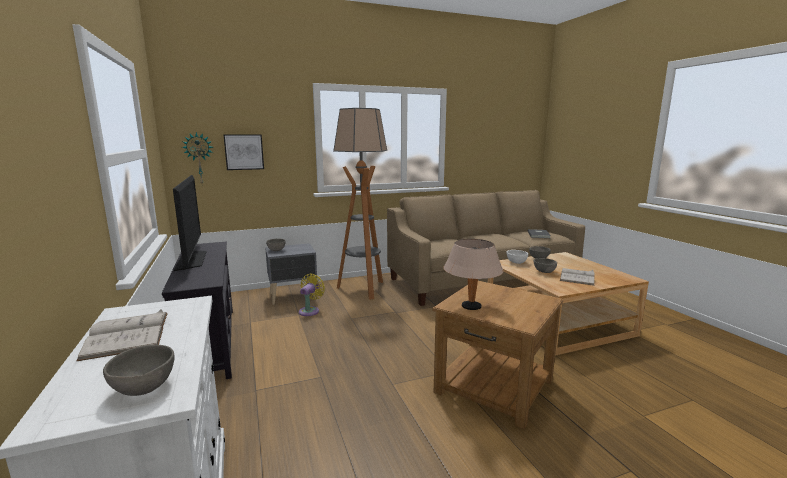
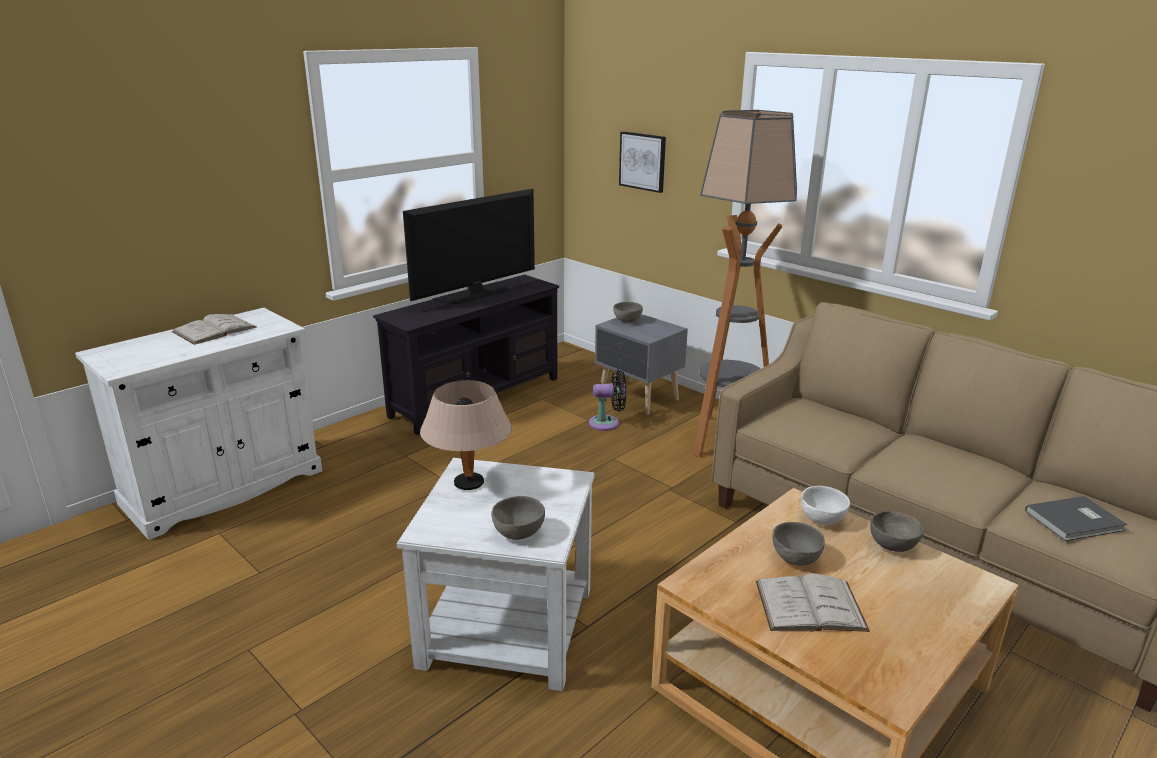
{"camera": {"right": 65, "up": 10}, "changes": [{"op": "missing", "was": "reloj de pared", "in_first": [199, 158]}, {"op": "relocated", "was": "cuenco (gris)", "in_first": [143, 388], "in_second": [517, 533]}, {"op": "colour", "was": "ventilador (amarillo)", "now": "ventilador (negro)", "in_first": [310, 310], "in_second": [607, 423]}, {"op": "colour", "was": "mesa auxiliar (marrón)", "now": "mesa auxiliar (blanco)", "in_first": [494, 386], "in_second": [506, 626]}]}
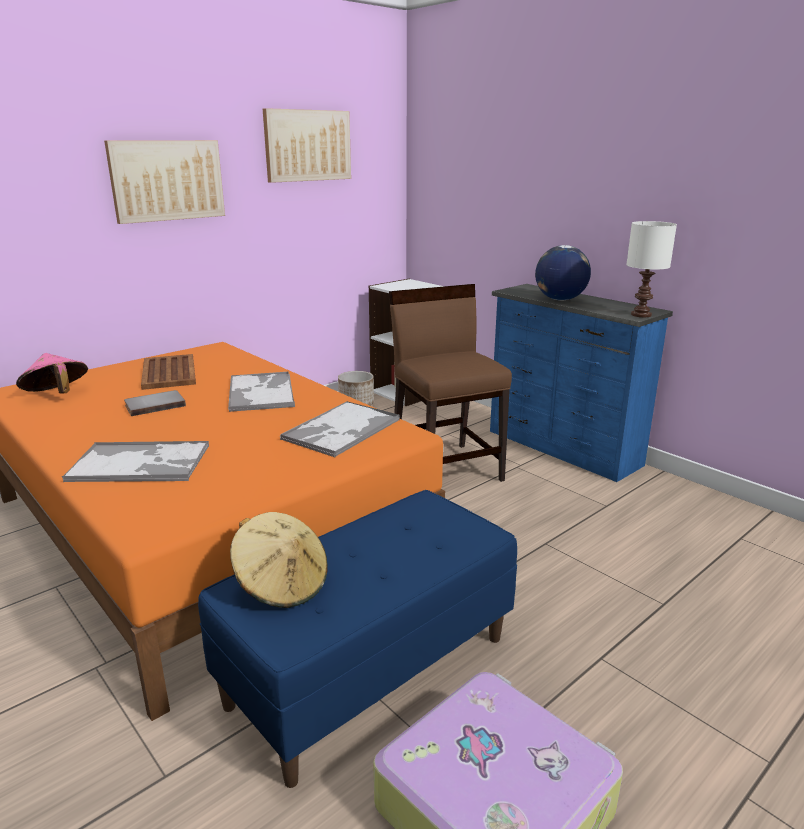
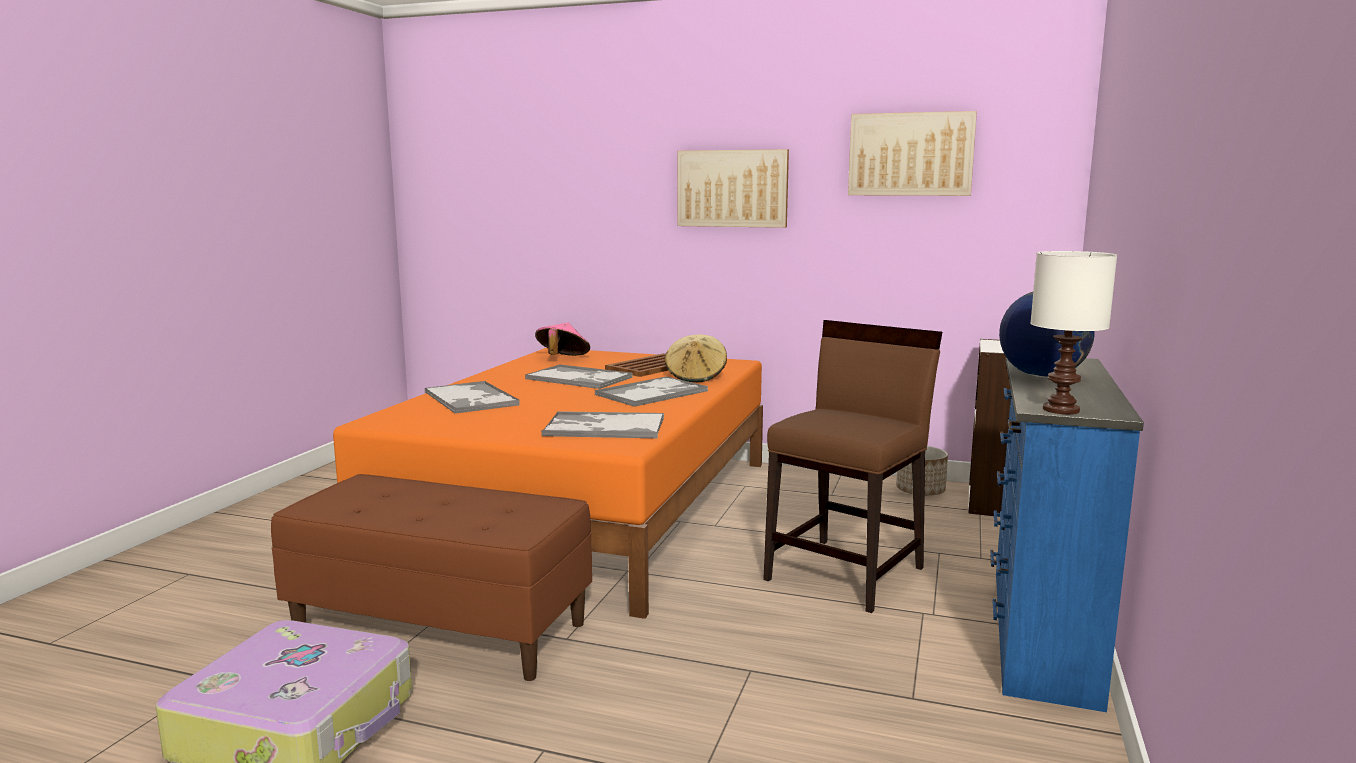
{"camera": {"right": 60, "up": -10}, "changes": [{"op": "relocated", "was": "sombrero (beis)", "in_first": [282, 584], "in_second": [696, 377]}, {"op": "exchanged", "was": "libro (gris)", "now": "bandeja", "in_first": [154, 405], "in_second": [579, 378]}, {"op": "colour", "was": "banco (azul)", "now": "banco (marrón)", "in_first": [370, 669], "in_second": [442, 628]}]}
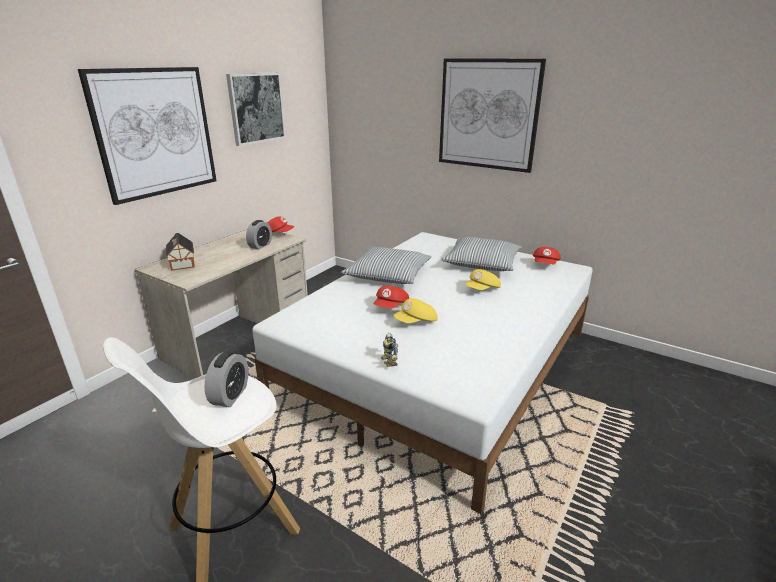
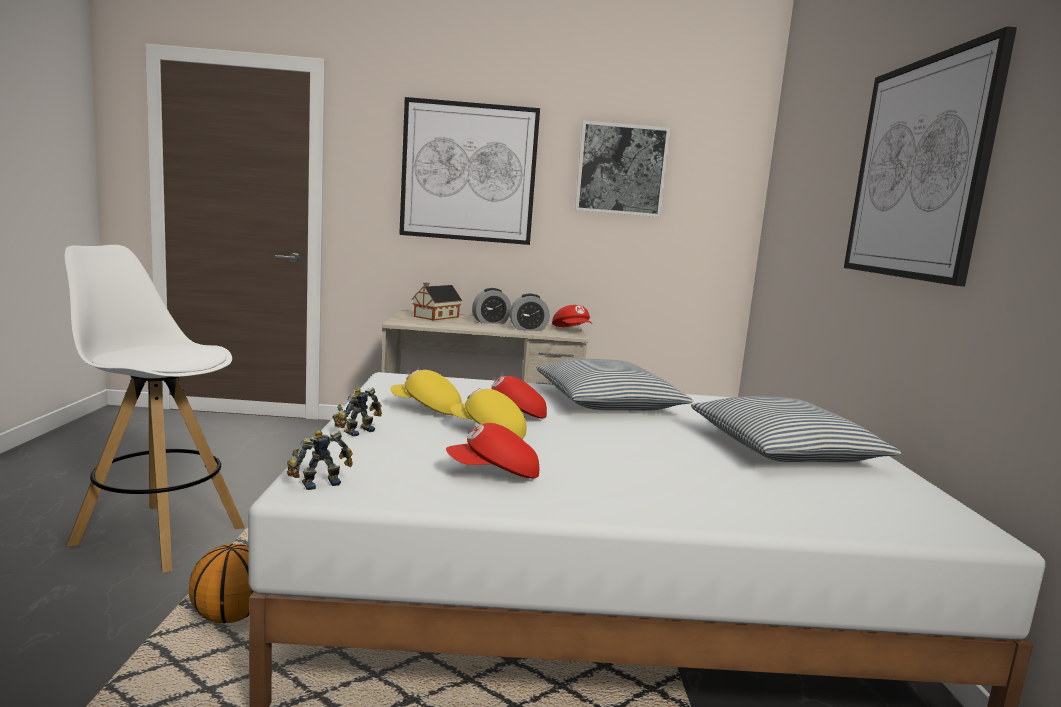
{"camera": {"right": 55, "up": -15}, "changes": [{"op": "appeared", "now": "balón de baloncesto", "in_second": [230, 615]}, {"op": "appeared", "now": "robot de juguete", "in_second": [319, 482]}, {"op": "relocated", "was": "despertador", "in_first": [230, 395], "in_second": [490, 322]}, {"op": "relocated", "was": "gorra (amarillo)", "in_first": [482, 290], "in_second": [426, 409]}, {"op": "relocated", "was": "gorra (rojo)", "in_first": [545, 265], "in_second": [494, 474]}]}
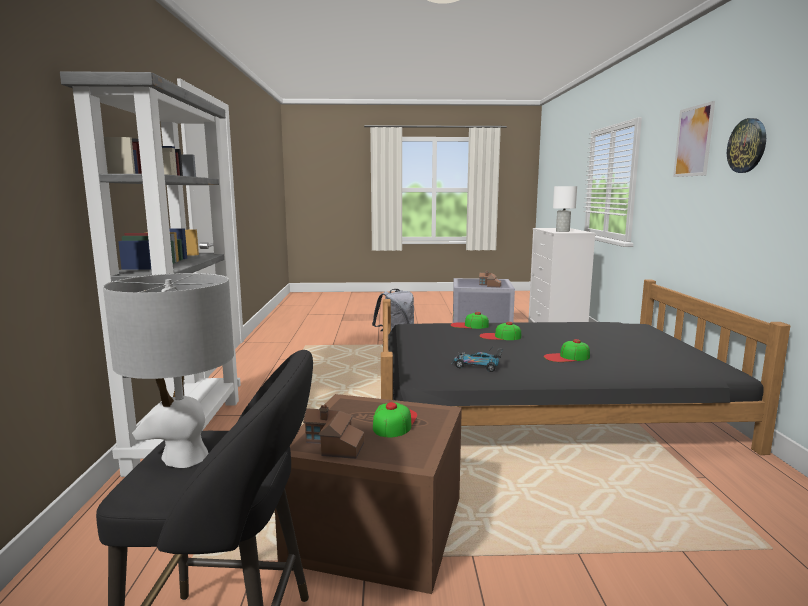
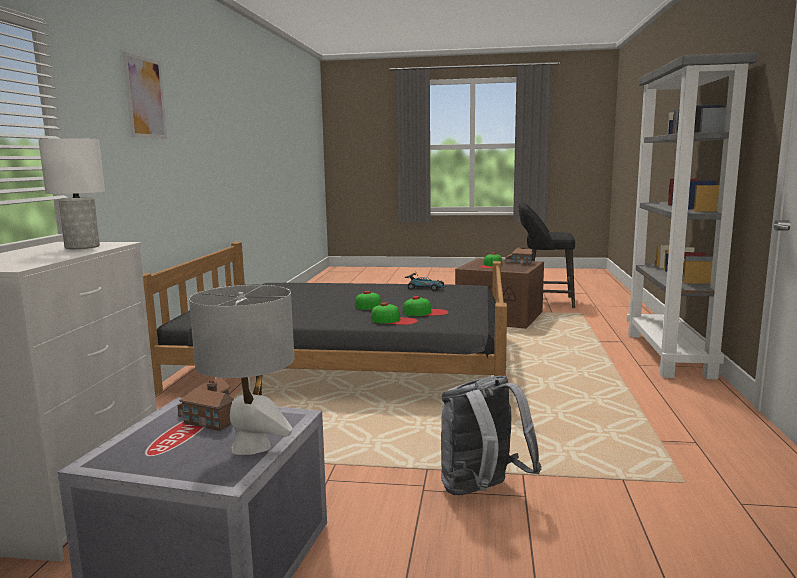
{"camera": {"right": -170, "up": 0}, "changes": [{"op": "missing", "was": "reloj de pared", "in_first": [747, 145]}, {"op": "relocated", "was": "lámpara de mesa (gris)", "in_first": [185, 457], "in_second": [251, 446]}, {"op": "relocated", "was": "gorra", "in_first": [567, 357], "in_second": [425, 312]}]}
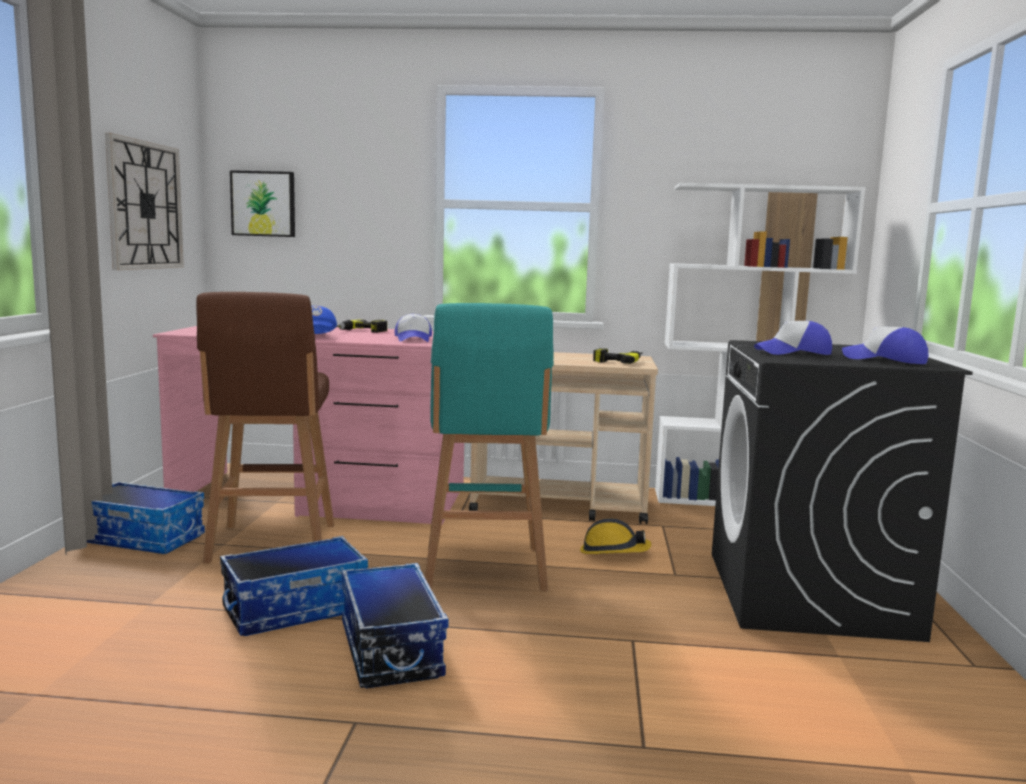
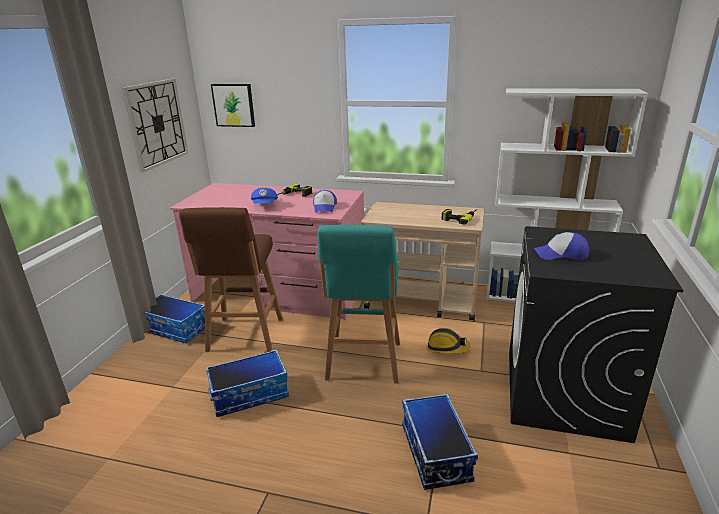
{"camera": {"right": 10, "up": 15}, "changes": [{"op": "missing", "was": "gorra", "in_first": [884, 360]}, {"op": "relocated", "was": "caja de almacenaje", "in_first": [389, 649], "in_second": [434, 453]}]}
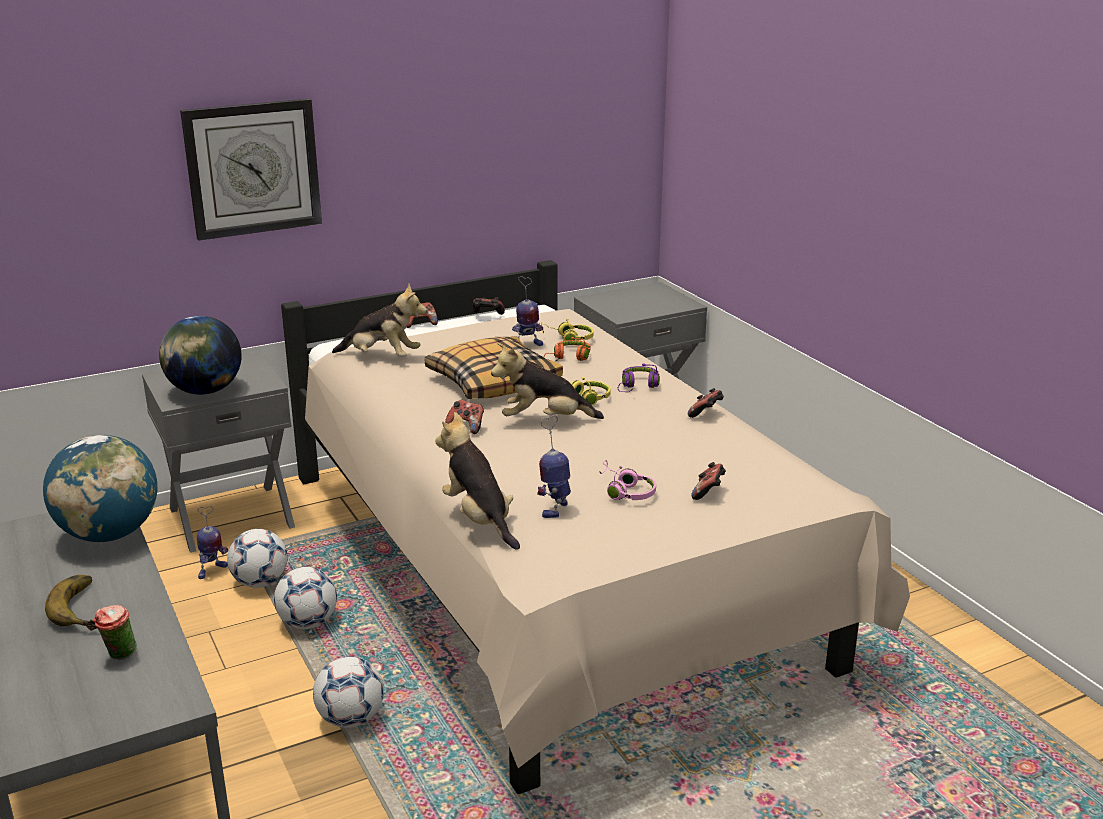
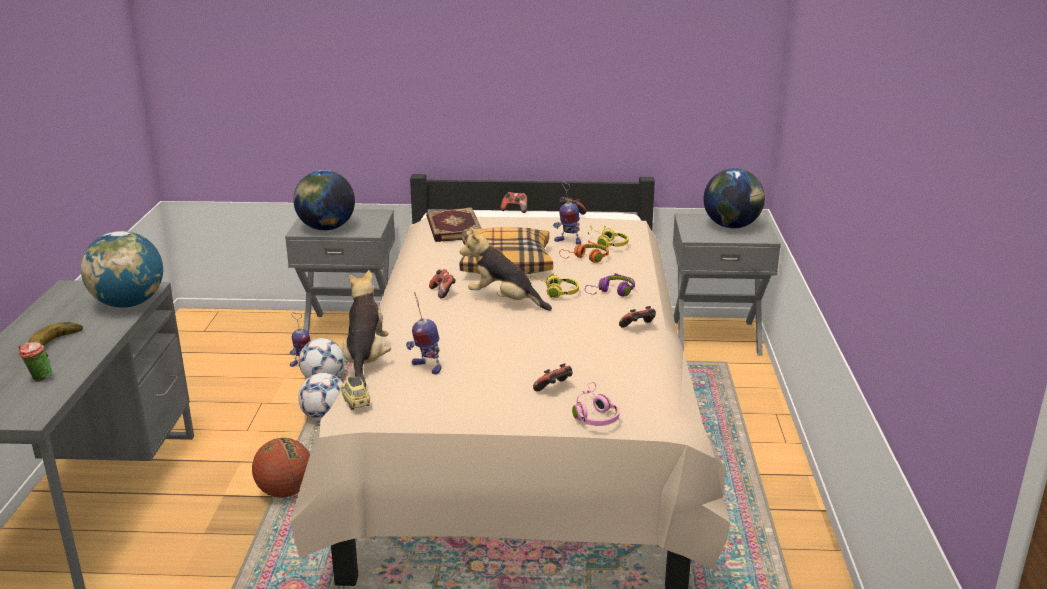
{"camera": {"right": 30, "up": 0}, "changes": [{"op": "missing", "was": "reloj de pared", "in_first": [253, 168]}, {"op": "appeared", "now": "coche de juguete", "in_second": [356, 402]}, {"op": "appeared", "now": "globo terráqueo", "in_second": [732, 226]}, {"op": "relocated", "was": "auriculares (rosa)", "in_first": [625, 491], "in_second": [594, 414]}, {"op": "exchanged", "was": "balón de fútbol", "now": "balón de baloncesto", "in_first": [350, 719], "in_second": [285, 491]}, {"op": "exchanged", "was": "peluche", "now": "libro", "in_first": [382, 357], "in_second": [452, 228]}, {"op": "spun", "was": "robot de juguete", "in_first": [555, 508], "in_second": [426, 367], "clockwise": -105}]}
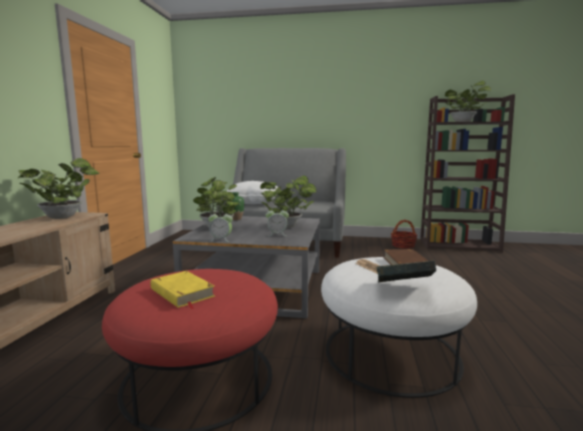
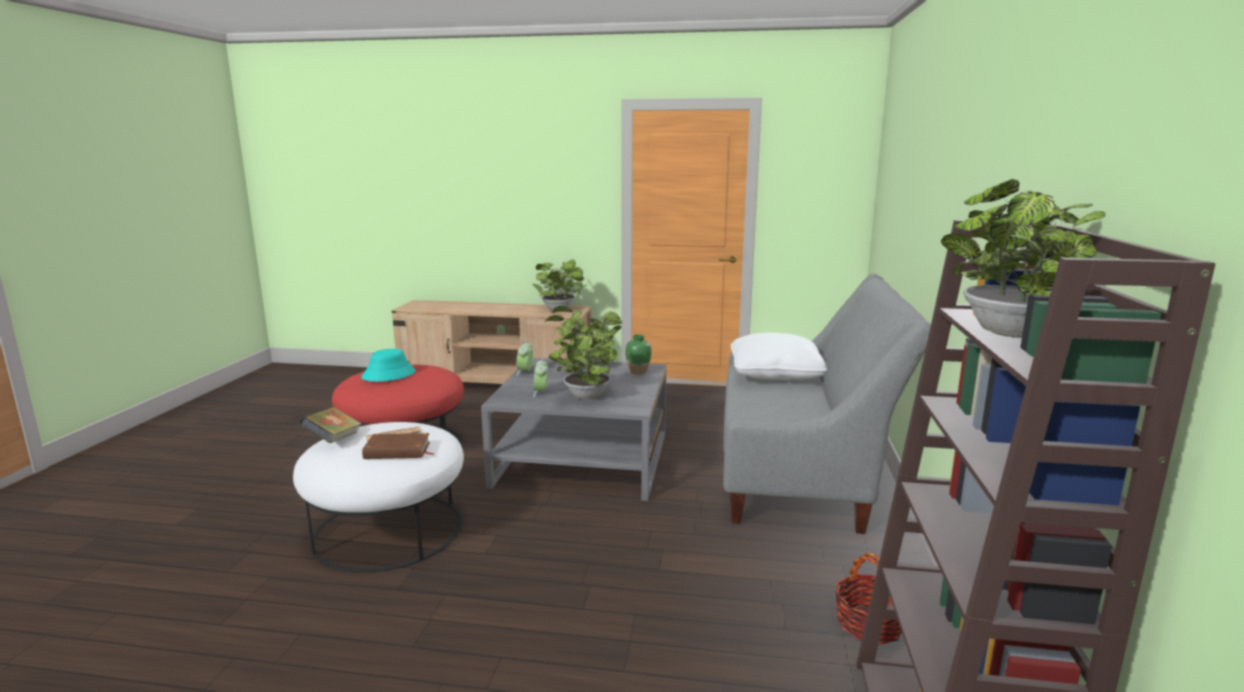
{"camera": {"right": 90, "up": 5}, "changes": [{"op": "exchanged", "was": "libro (amarillo)", "now": "sombrero (turquesa)", "in_first": [182, 293], "in_second": [388, 375]}]}
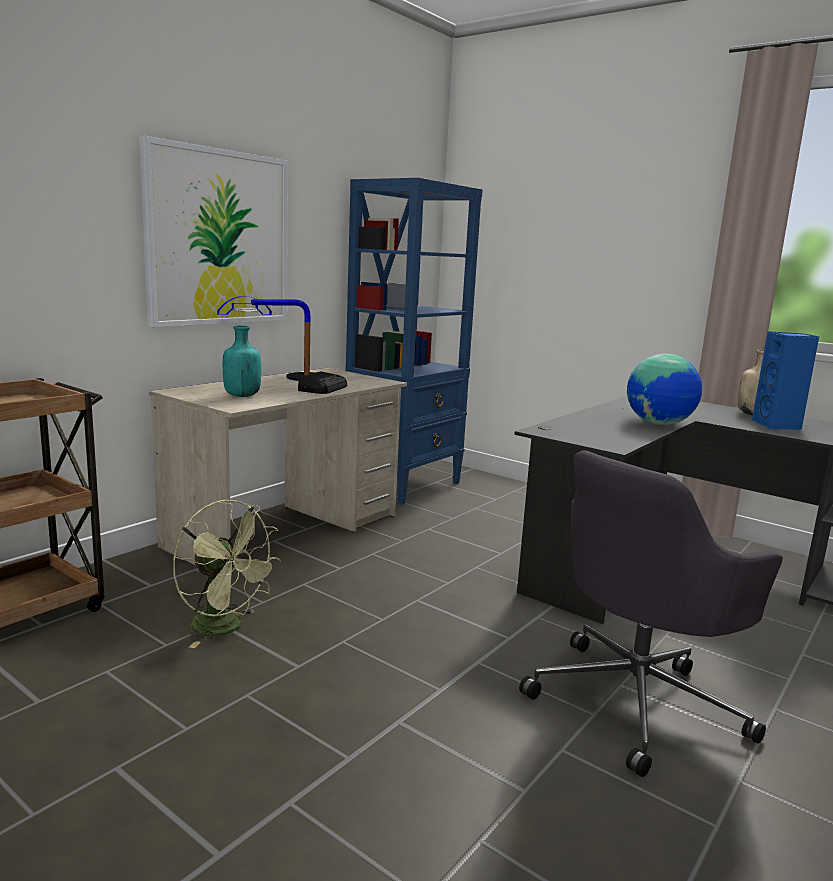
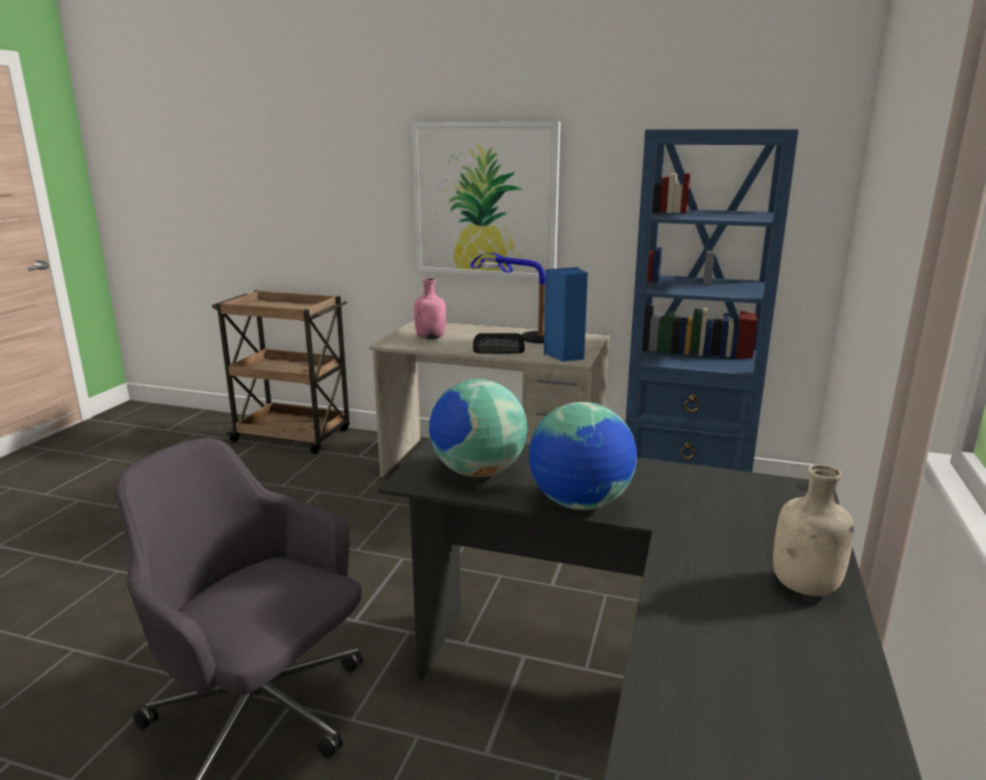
{"camera": {"right": 70, "up": 5}, "changes": [{"op": "missing", "was": "ventilador (verde)", "in_first": [226, 628]}, {"op": "appeared", "now": "globo terráqueo", "in_second": [477, 472]}, {"op": "relocated", "was": "altavoz (azul)", "in_first": [777, 426], "in_second": [565, 356]}, {"op": "colour", "was": "botella (turquesa)", "now": "botella (rosa)", "in_first": [241, 396], "in_second": [431, 337]}]}
